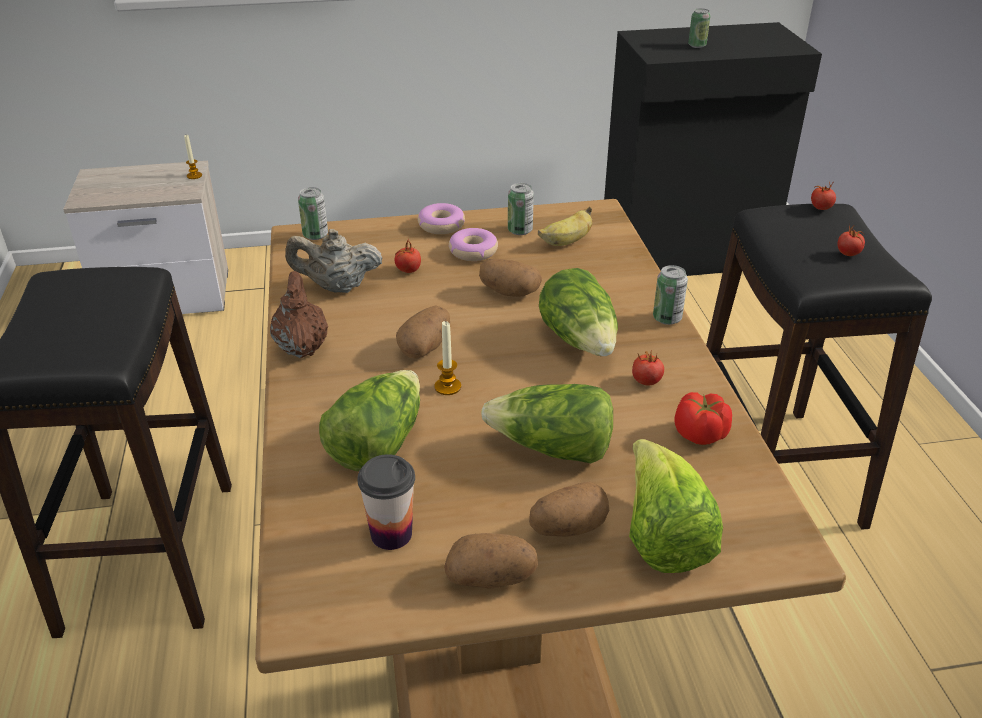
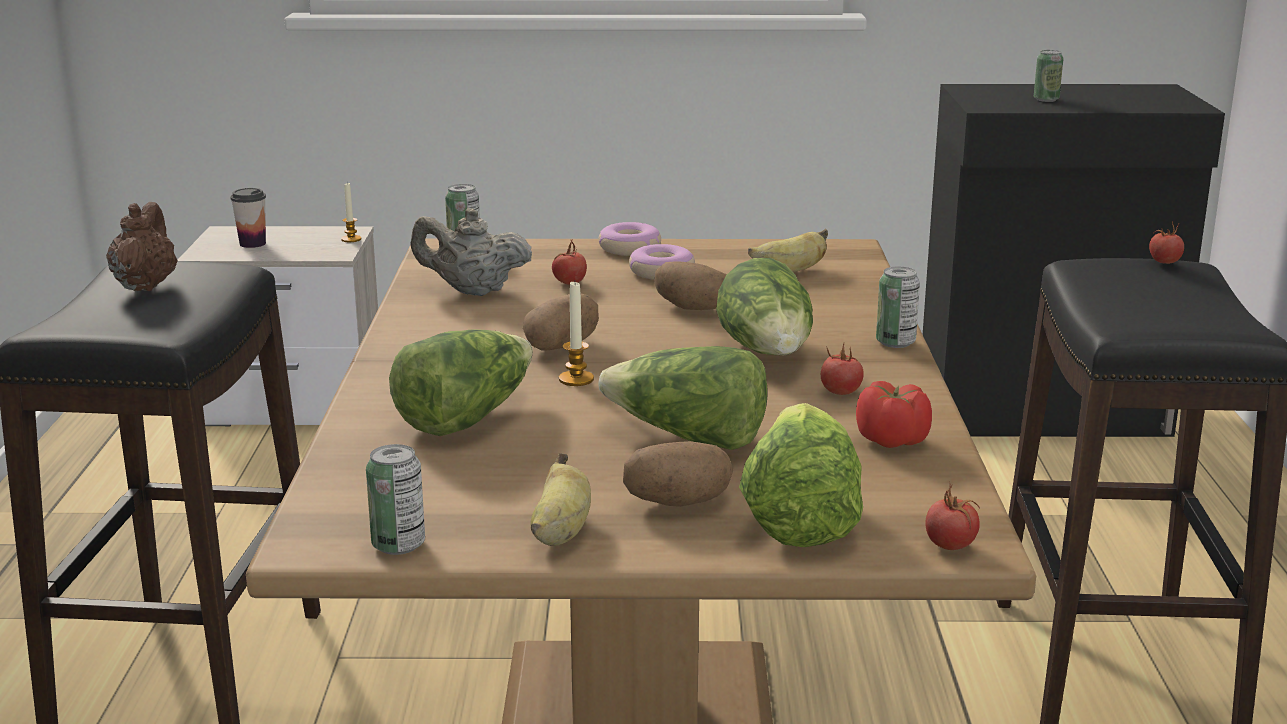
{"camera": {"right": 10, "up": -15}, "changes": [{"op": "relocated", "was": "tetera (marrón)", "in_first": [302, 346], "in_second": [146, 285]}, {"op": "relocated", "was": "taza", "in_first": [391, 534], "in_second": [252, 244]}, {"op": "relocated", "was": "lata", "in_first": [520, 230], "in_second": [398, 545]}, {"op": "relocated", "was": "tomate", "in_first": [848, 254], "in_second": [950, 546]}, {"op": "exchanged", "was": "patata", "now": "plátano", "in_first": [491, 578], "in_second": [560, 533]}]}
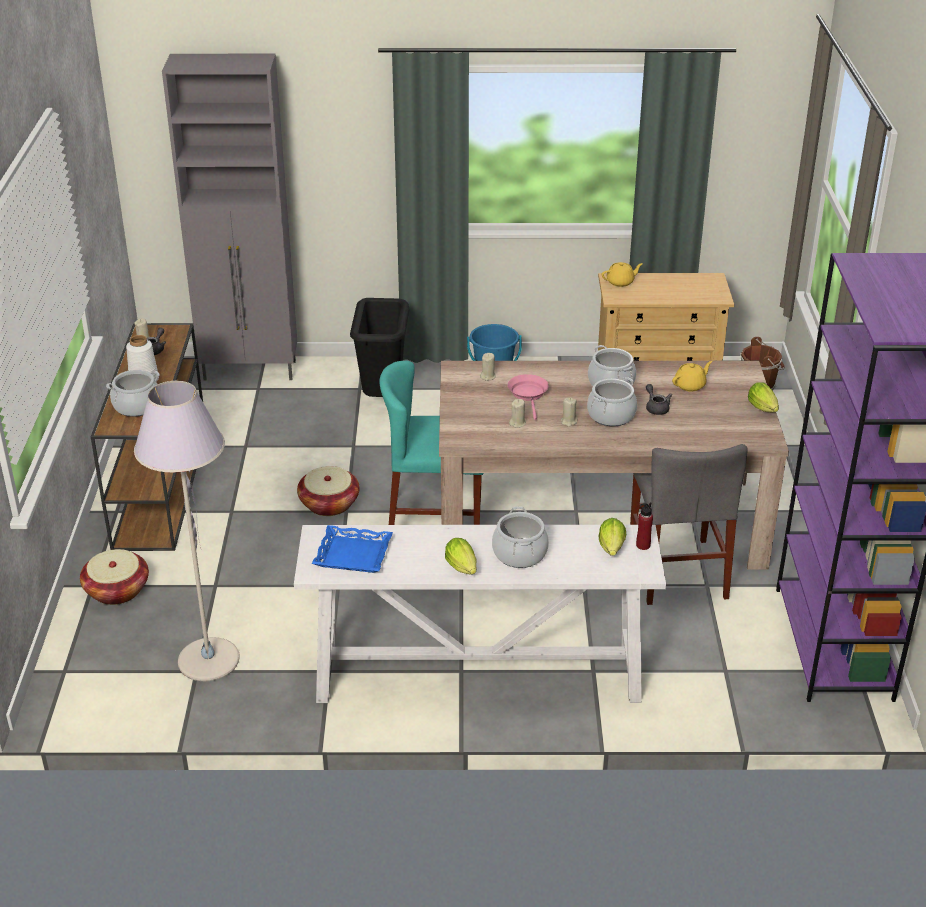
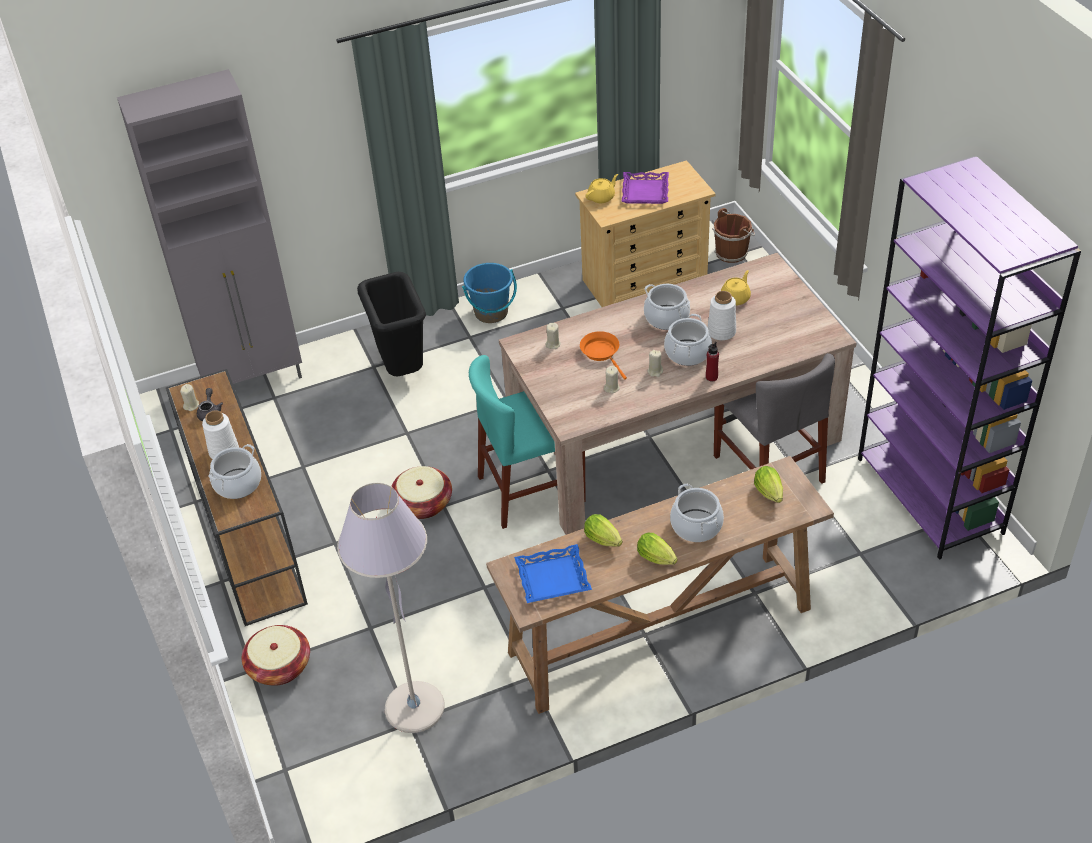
{"camera": {"right": -20, "up": 10}, "changes": [{"op": "appeared", "now": "bandeja (morado)", "in_second": [644, 192]}, {"op": "relocated", "was": "botella (rojo)", "in_first": [643, 545], "in_second": [711, 377]}, {"op": "relocated", "was": "lechuga", "in_first": [763, 409], "in_second": [604, 541]}, {"op": "exchanged", "was": "tetera (gris)", "now": "florero (blanco)", "in_first": [656, 407], "in_second": [721, 332]}, {"op": "colour", "was": "mesa consola (blanco)", "now": "mesa consola (marrón)", "in_first": [476, 673], "in_second": [658, 631]}, {"op": "colour", "was": "sartén (rosa)", "now": "sartén (naranja)", "in_first": [528, 395], "in_second": [602, 353]}]}
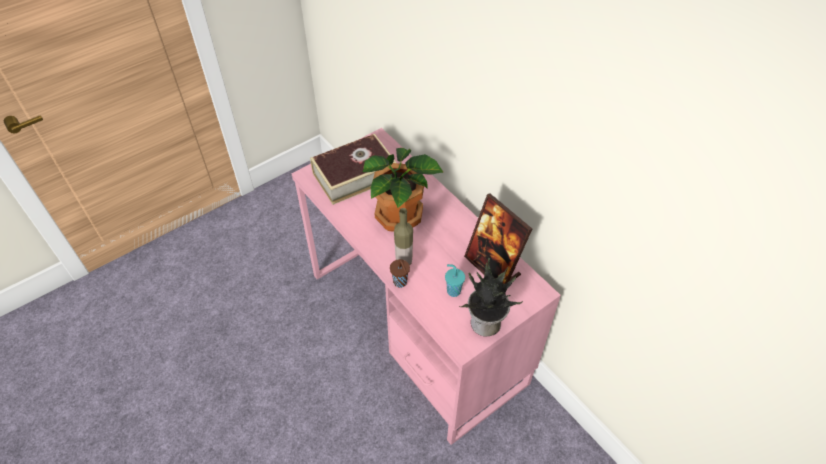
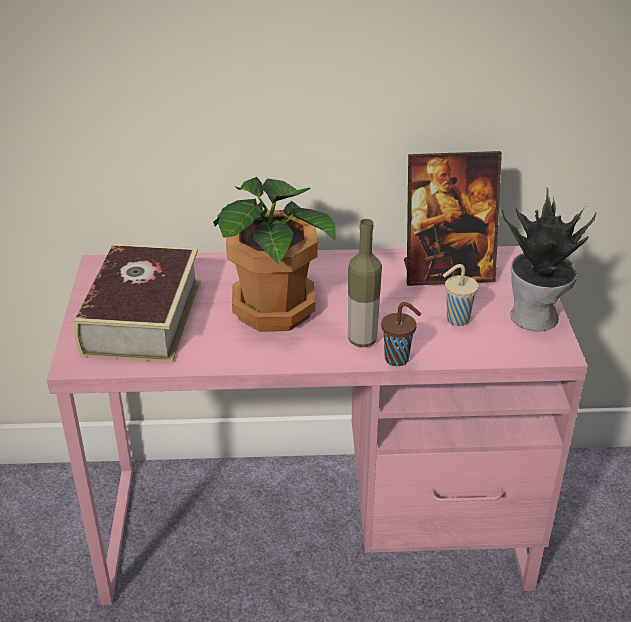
{"camera": {"right": -55, "up": -15}, "changes": [{"op": "colour", "was": "taza (turquesa)", "now": "taza (beis)", "in_first": [453, 290], "in_second": [456, 320]}]}
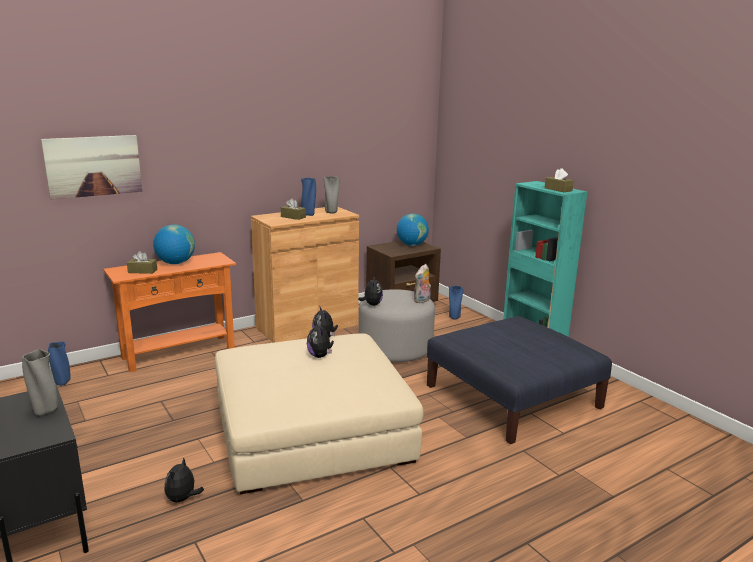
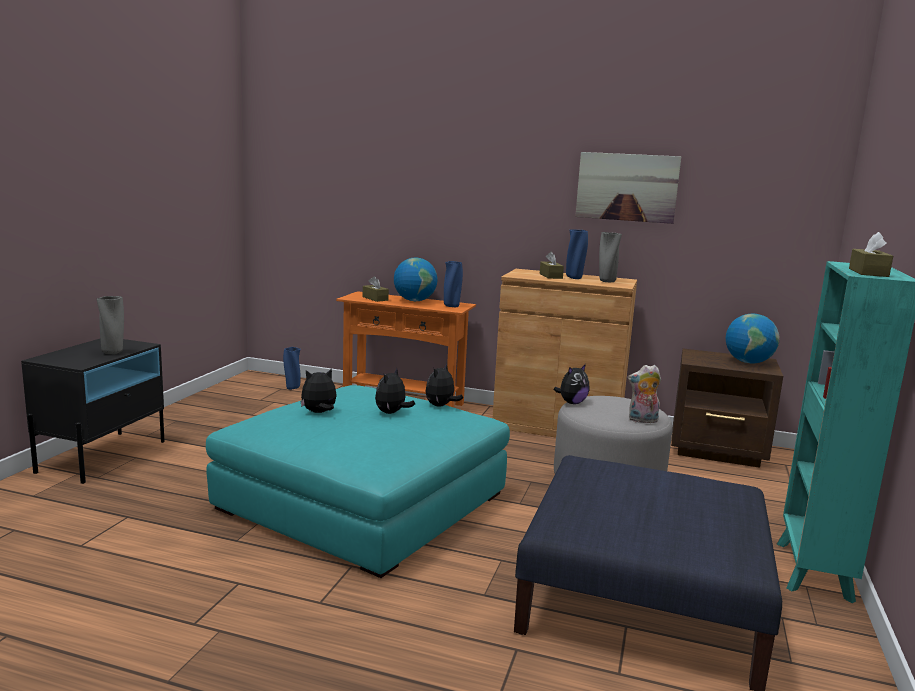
{"camera": {"right": 50, "up": -5}, "changes": [{"op": "relocated", "was": "cuadro", "in_first": [93, 166], "in_second": [627, 187]}, {"op": "relocated", "was": "peluche", "in_first": [182, 499], "in_second": [319, 413]}, {"op": "relocated", "was": "florero (azul)", "in_first": [454, 318], "in_second": [451, 306]}, {"op": "colour", "was": "puf (beis)", "now": "puf (turquesa)", "in_first": [312, 430], "in_second": [363, 500]}]}
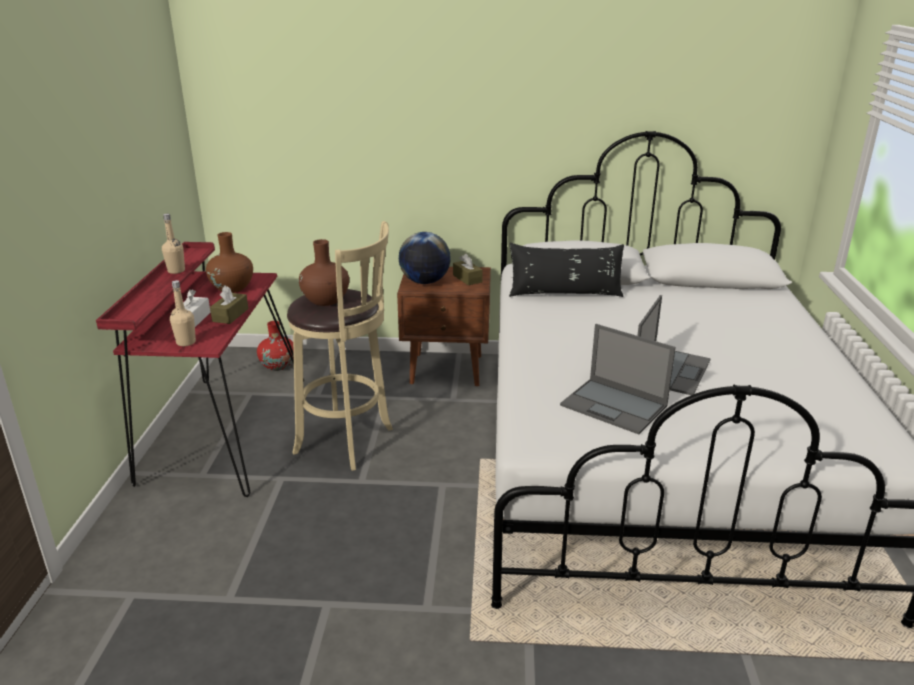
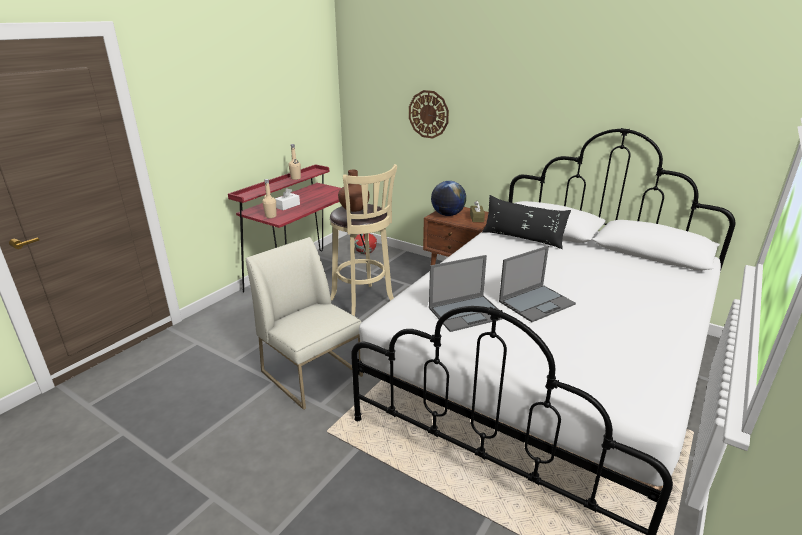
{"camera": {"right": 30, "up": 0}, "changes": [{"op": "missing", "was": "florero (marrón)", "in_first": [232, 288]}, {"op": "missing", "was": "caja de pañuelos (marrón)", "in_first": [230, 315]}, {"op": "appeared", "now": "silla (blanco)", "in_second": [313, 373]}, {"op": "appeared", "now": "reloj de pared", "in_second": [428, 114]}, {"op": "spun", "was": "portátil", "in_first": [615, 406], "in_second": [467, 312], "clockwise": -90}]}
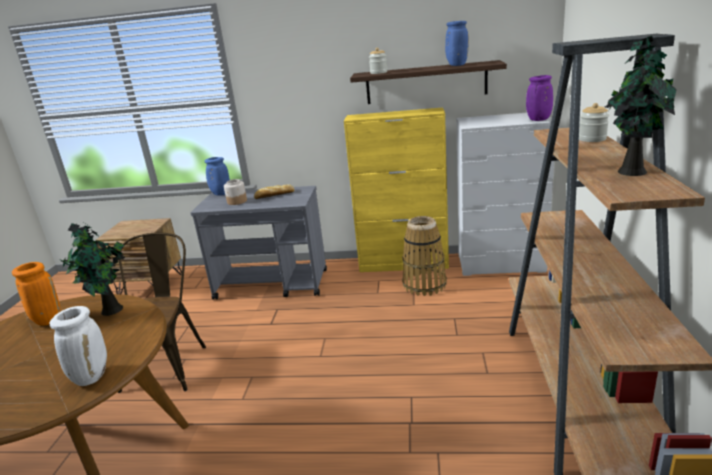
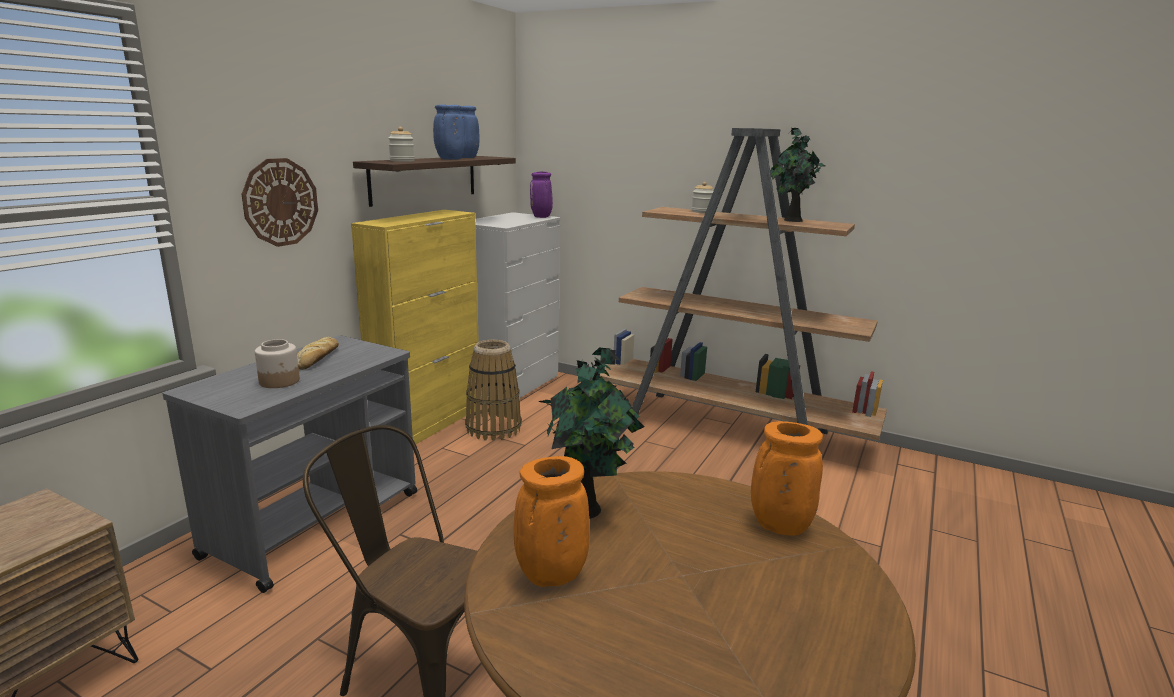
{"camera": {"right": -70, "up": -5}, "changes": [{"op": "appeared", "now": "reloj de pared", "in_second": [280, 202]}, {"op": "relocated", "was": "florero (azul)", "in_first": [220, 194], "in_second": [450, 159]}, {"op": "colour", "was": "florero (blanco)", "now": "florero (naranja)", "in_first": [91, 376], "in_second": [778, 526]}]}
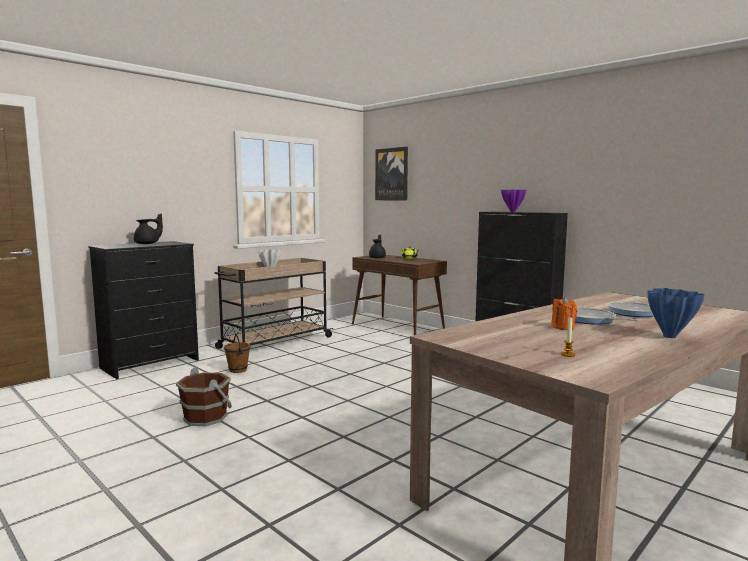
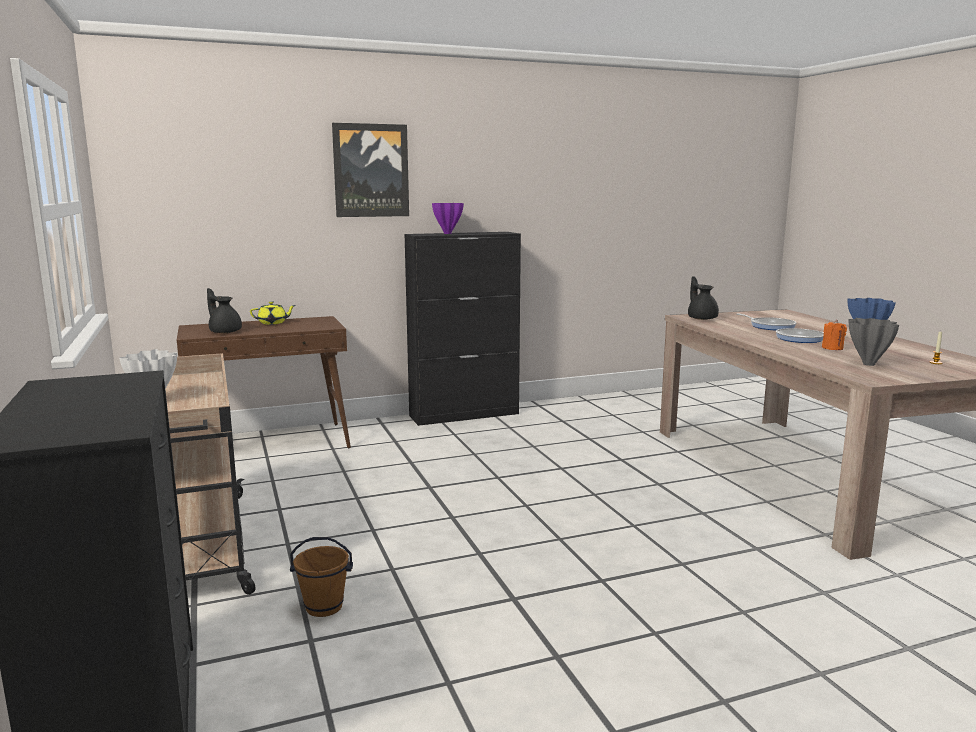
{"camera": {"right": -65, "up": 5}, "changes": [{"op": "missing", "was": "cubo (marrón)", "in_first": [206, 417]}, {"op": "appeared", "now": "florero (gris)", "in_second": [868, 364]}, {"op": "relocated", "was": "tetera (negro)", "in_first": [148, 244], "in_second": [701, 318]}, {"op": "relocated", "was": "cuadro", "in_first": [392, 174], "in_second": [371, 170]}]}
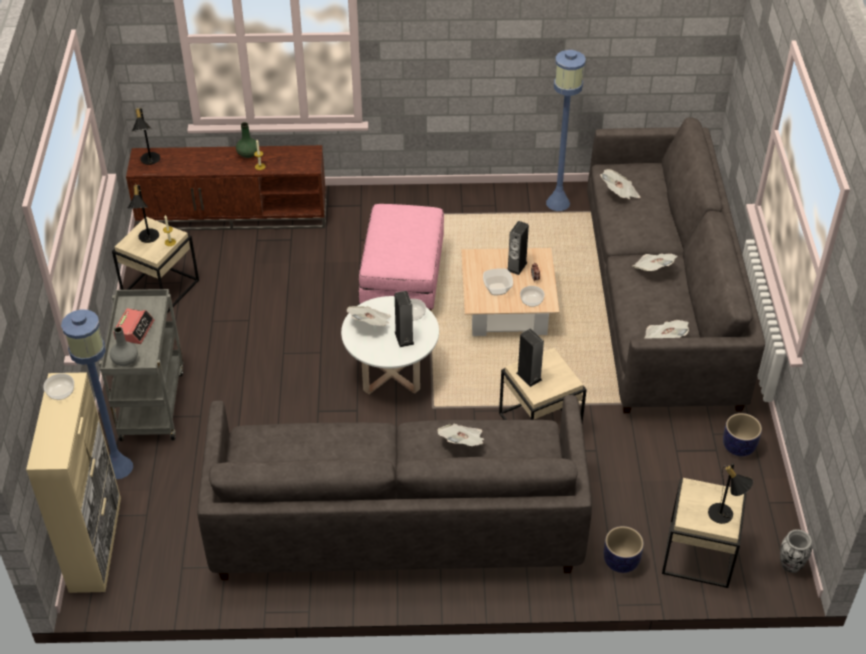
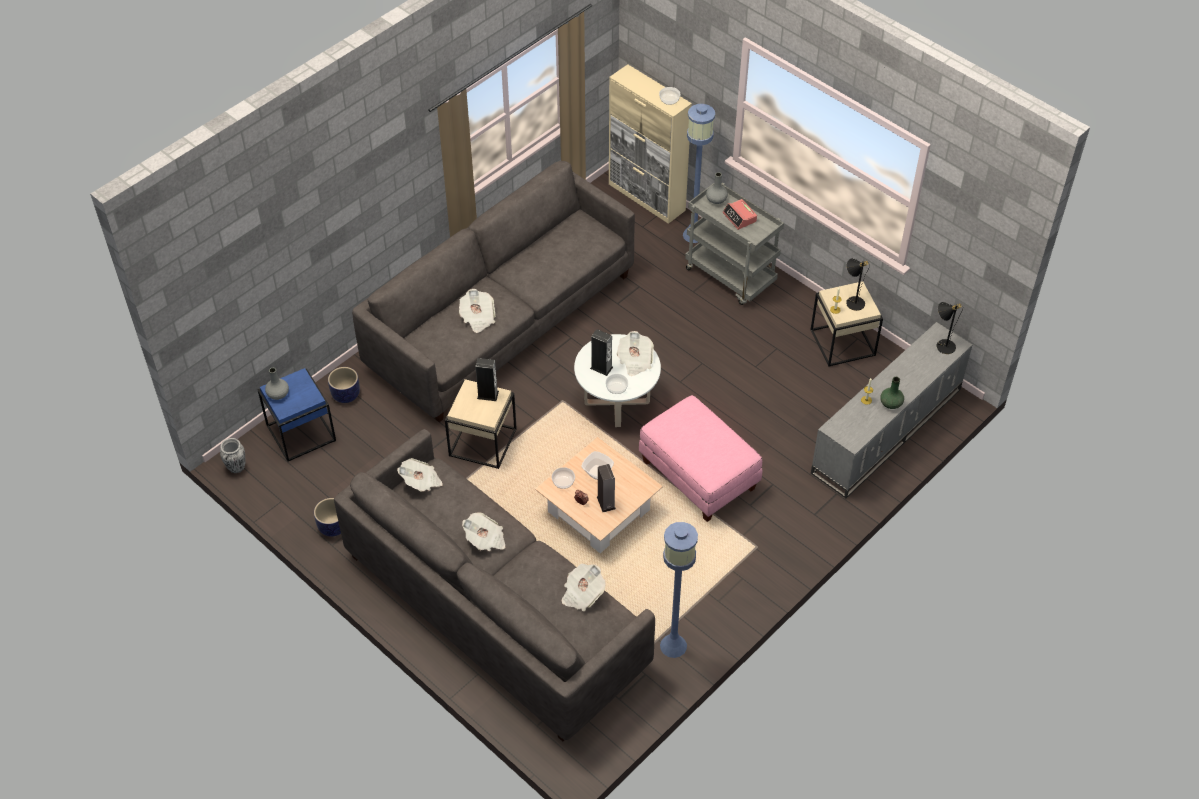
{"camera": {"right": 135, "up": 5}, "changes": [{"op": "exchanged", "was": "lámpara de mesa (negro)", "now": "florero (gris)", "in_first": [724, 516], "in_second": [278, 394]}, {"op": "colour", "was": "mueble de televisión (marrón)", "now": "mueble de televisión (gris)", "in_first": [234, 214], "in_second": [887, 432]}, {"op": "colour", "was": "mesa auxiliar (beis)", "now": "mesa auxiliar (azul)", "in_first": [697, 555], "in_second": [301, 432]}]}
